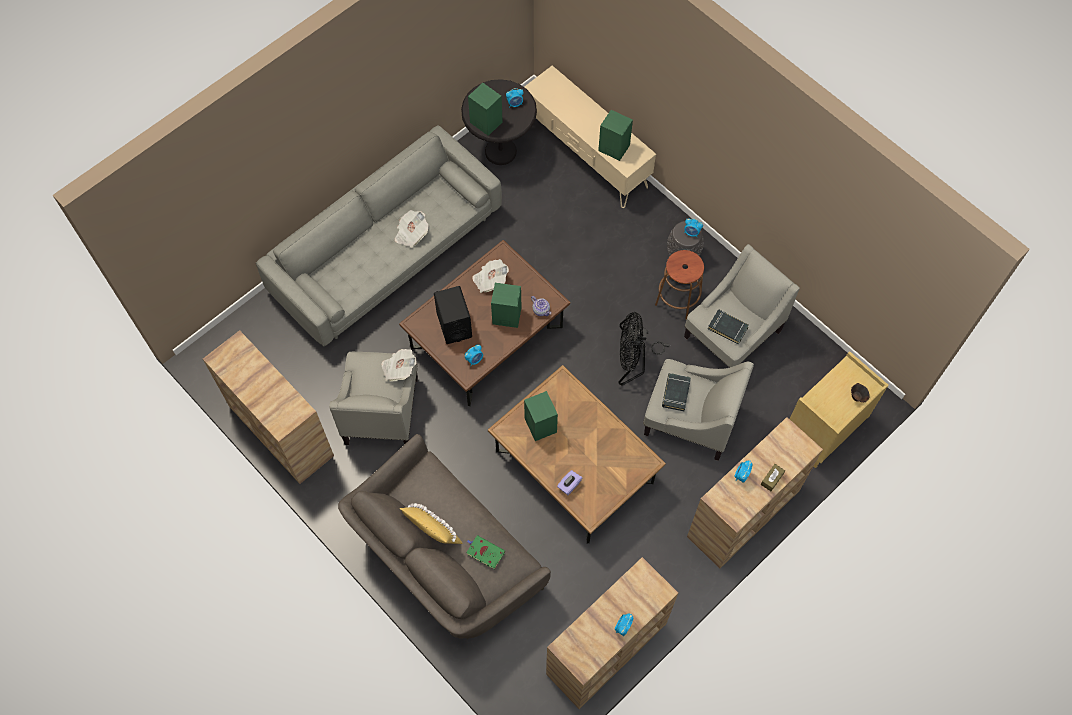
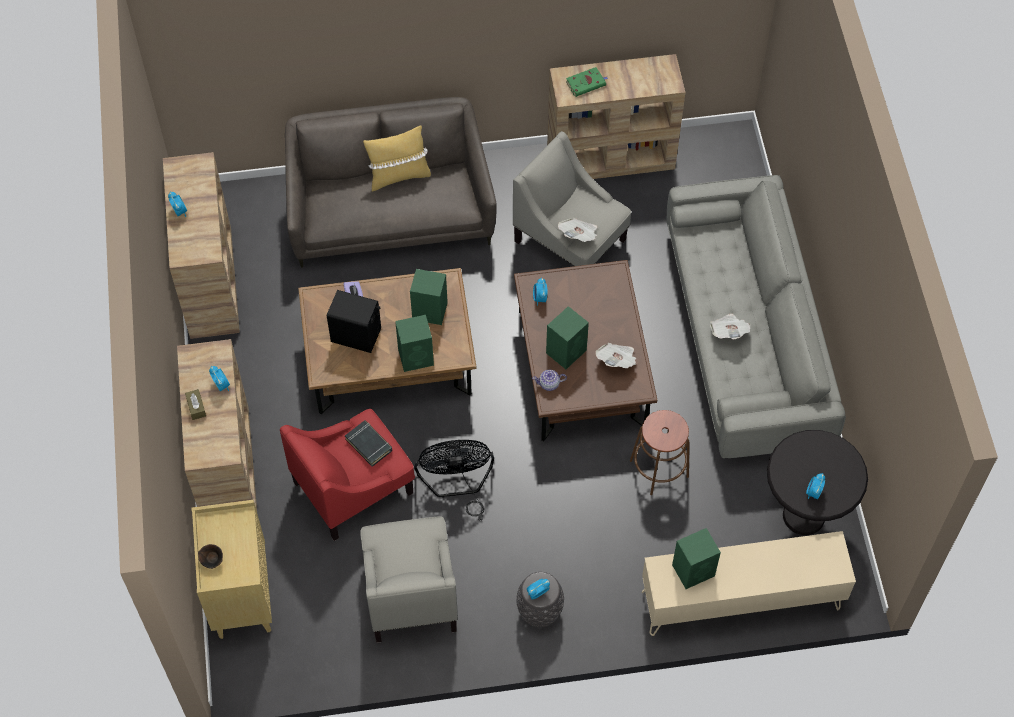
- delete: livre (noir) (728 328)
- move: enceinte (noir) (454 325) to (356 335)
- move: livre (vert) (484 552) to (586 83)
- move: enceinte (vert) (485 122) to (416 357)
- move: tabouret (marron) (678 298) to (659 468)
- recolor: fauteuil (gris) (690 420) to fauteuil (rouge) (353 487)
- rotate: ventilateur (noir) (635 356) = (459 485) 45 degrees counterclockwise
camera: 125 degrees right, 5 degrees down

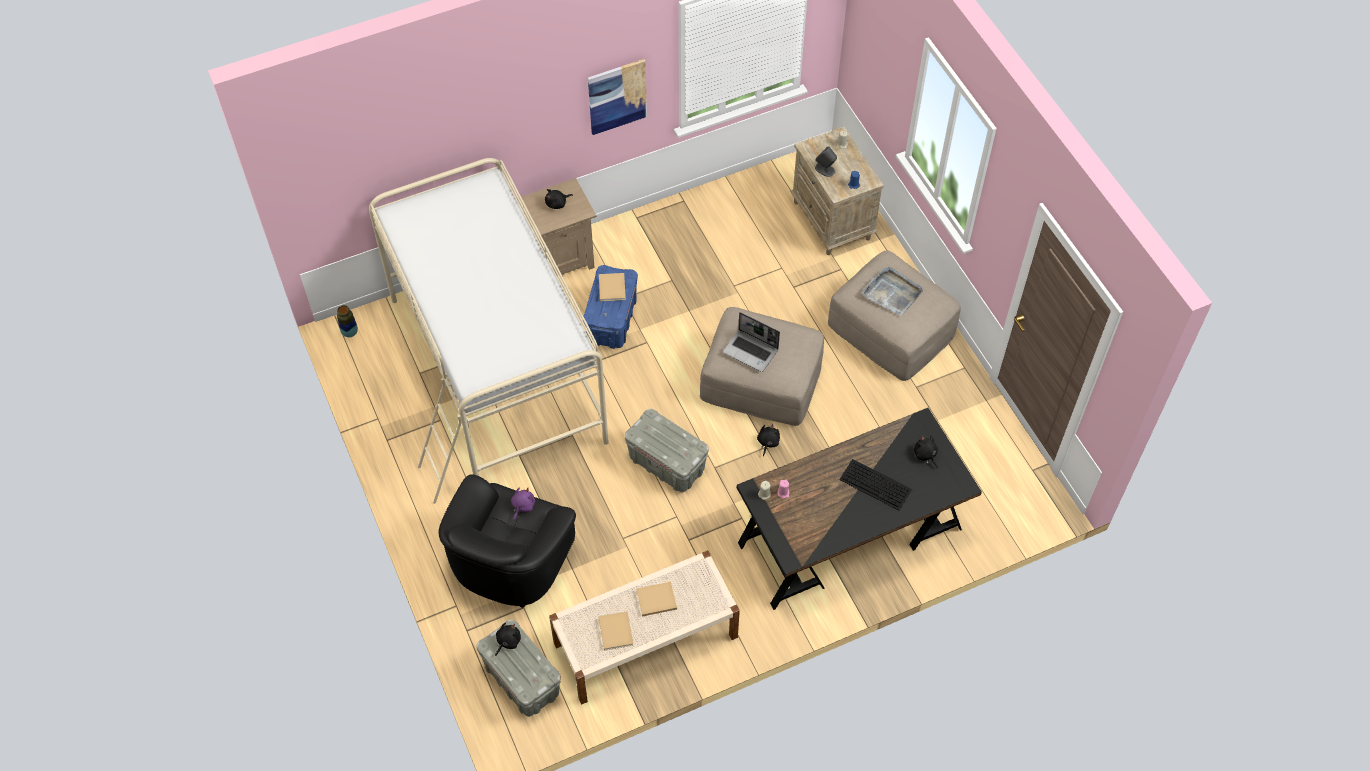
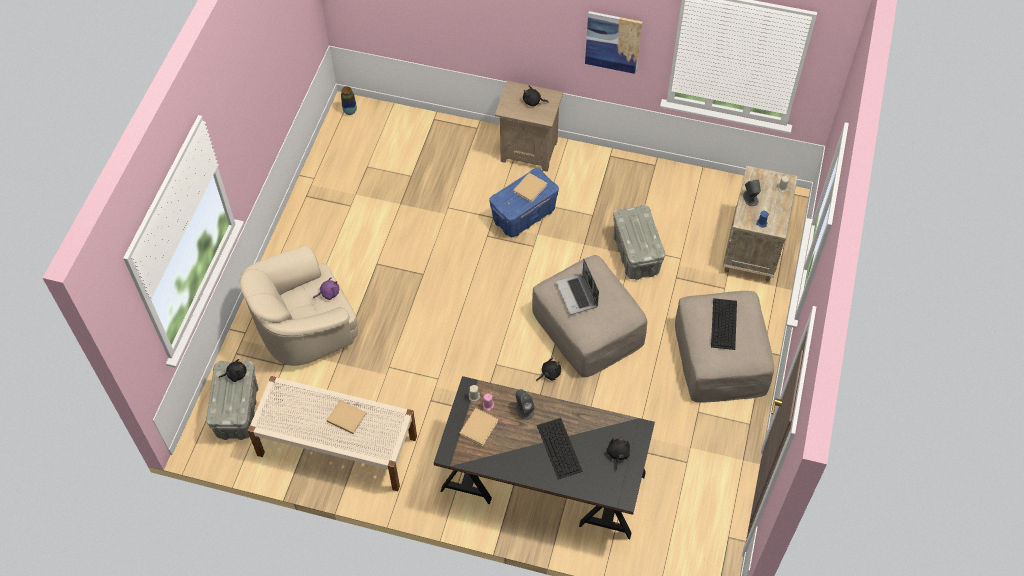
- delete: lit (beige) (495 373)
- insert: enceinte (gris) (524 410)
- move: livre (beige) (615 630) to (479 426)
- move: boîte de rangement (gris) (666 464) to (635 254)
- replace: plateau (gris) (892 292) to clavier (724 324)
- recolor: fauteuil (noir) (512 560) to fauteuil (beige) (306 329)
camera: 40 degrees right, 0 degrees up

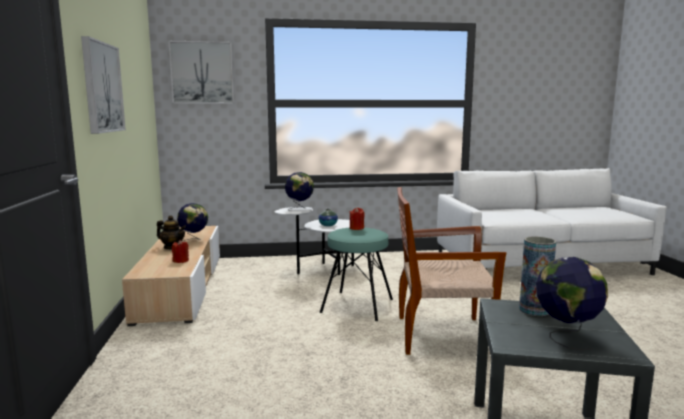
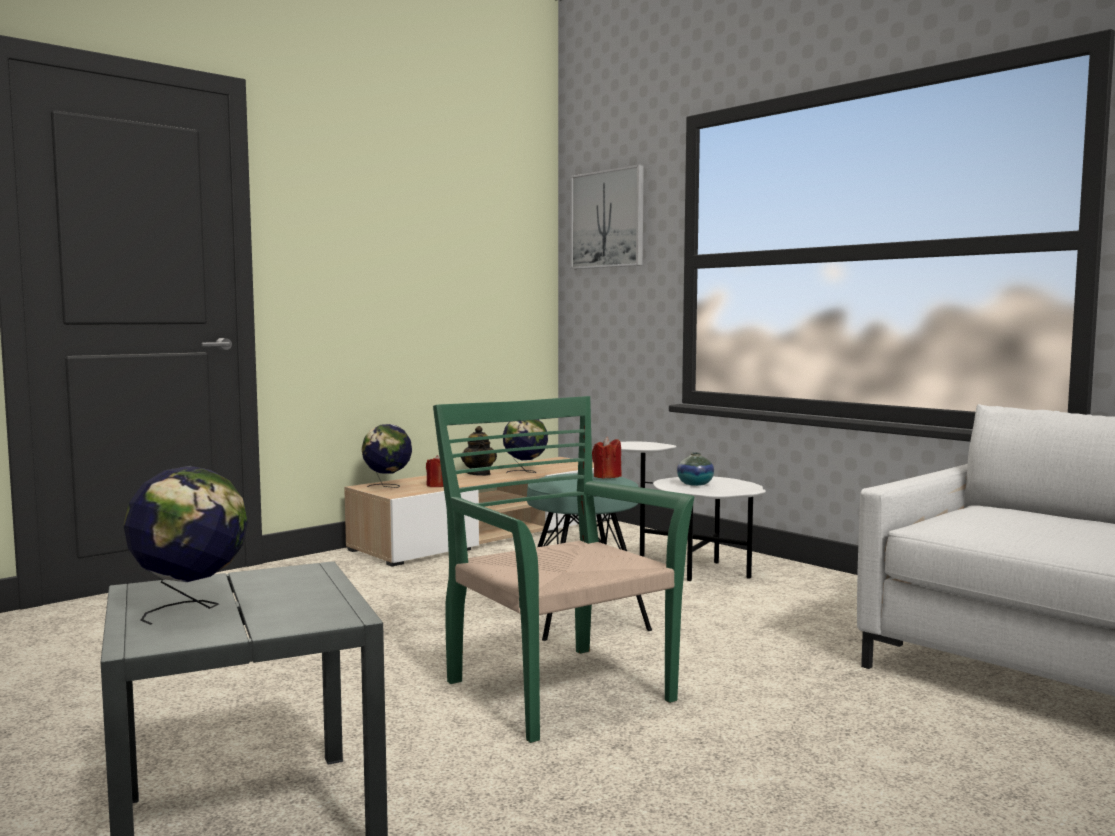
- delete: tableau (102 87)
- delete: vase (534 310)
- move: globe (299 208) to (387 487)
- recolor: fauteuil (marron) (441 335) to fauteuil (vert) (558 689)
camera: 55 degrees right, 5 degrees down

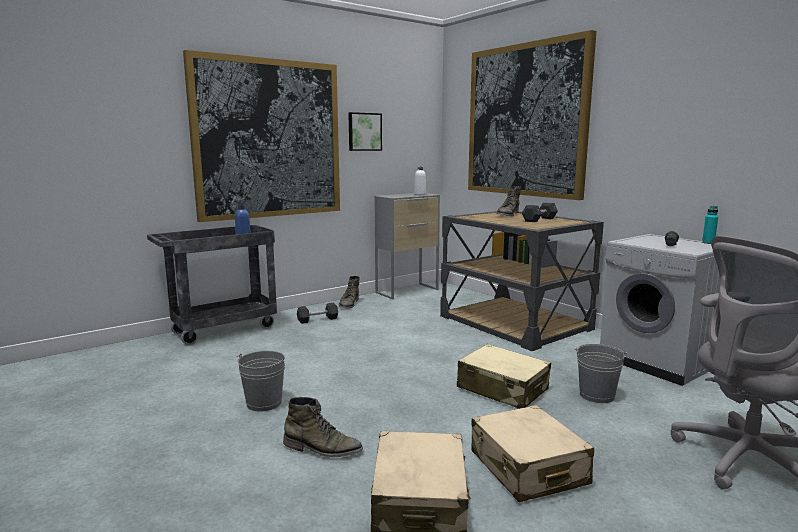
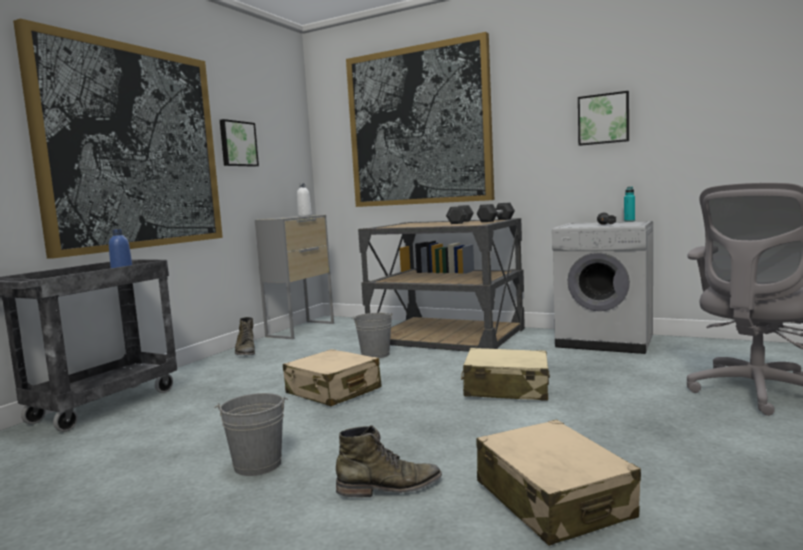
- delete: botte (vert) (507 214)
- insert: tableau (603 119)
- move: haltère (gris) (317 320) to (496 220)
- move: valise (beige) (527 468) to (333 391)
- move: seau (gris) (597 395) to (375 354)
camera: 25 degrees left, 5 degrees down

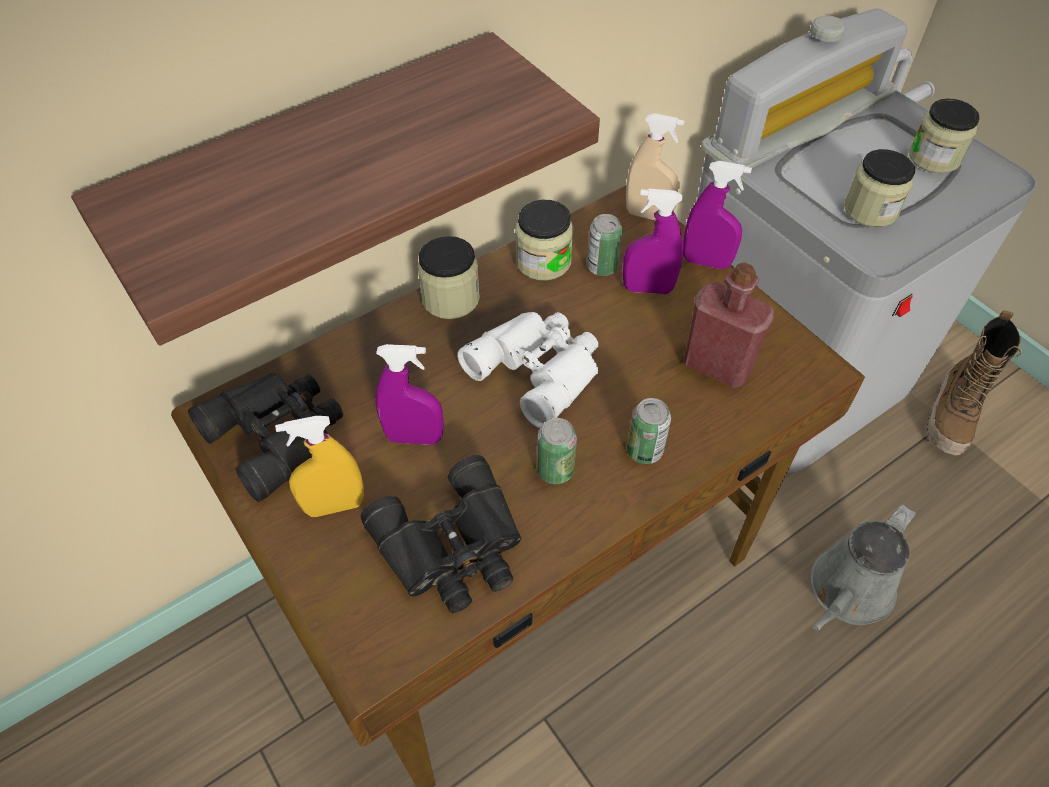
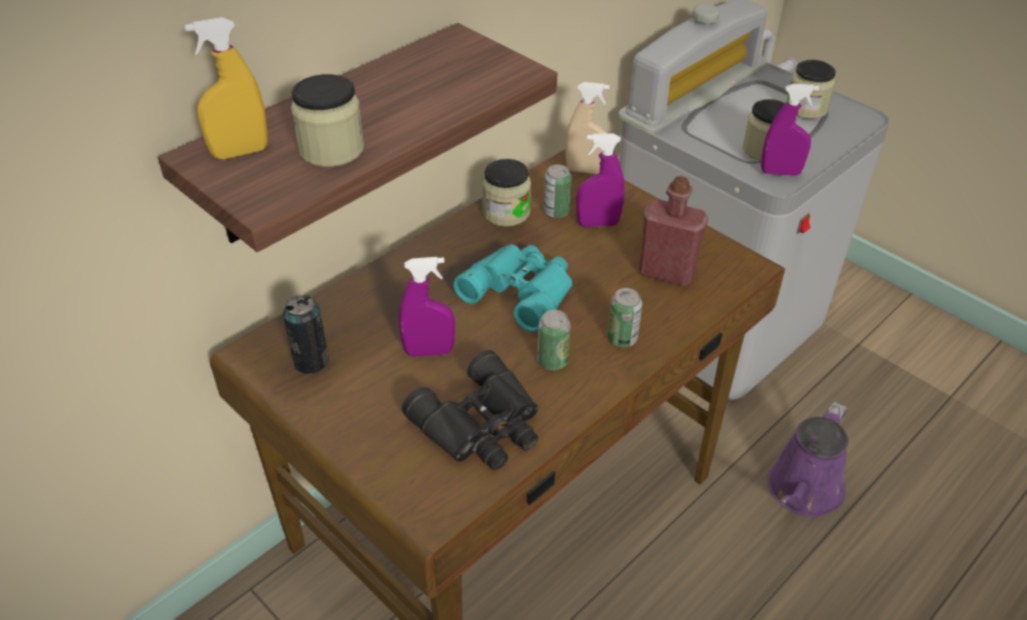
- delete: botte (952 416)
- move: vaporisateur (jaune) (334 506) to (240 152)
- move: bocal (450 298) to (331 149)
- move: vaporisateur (violet) (706 262) to (780 172)
- replace: jumelles (noir) (279 433) to boîte métallique (311 361)
- recolor: jumelles (blanc) (539 368) to jumelles (turquoise) (521 290)
- recolor: arrosoir (gris) (847 593) to arrosoir (violet) (802 492)
camera: 10 degrees left, 10 degrees down

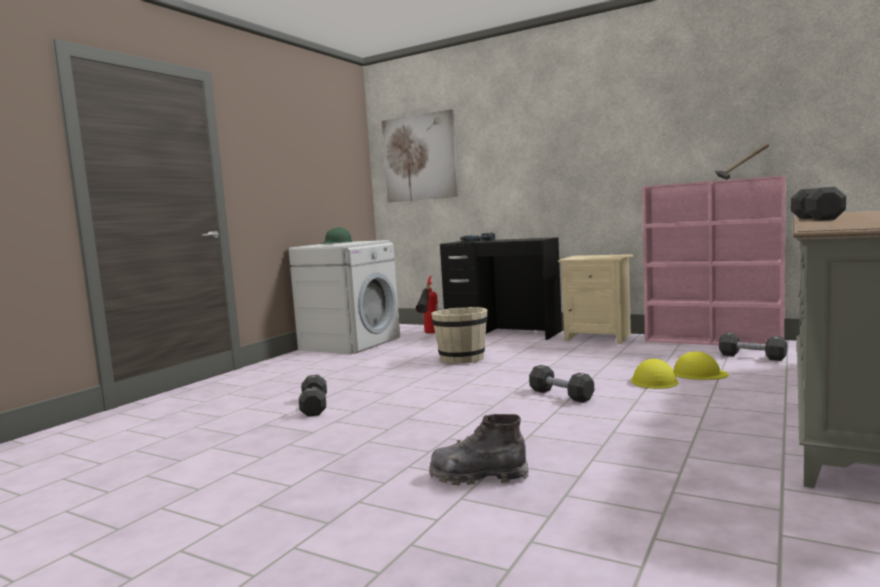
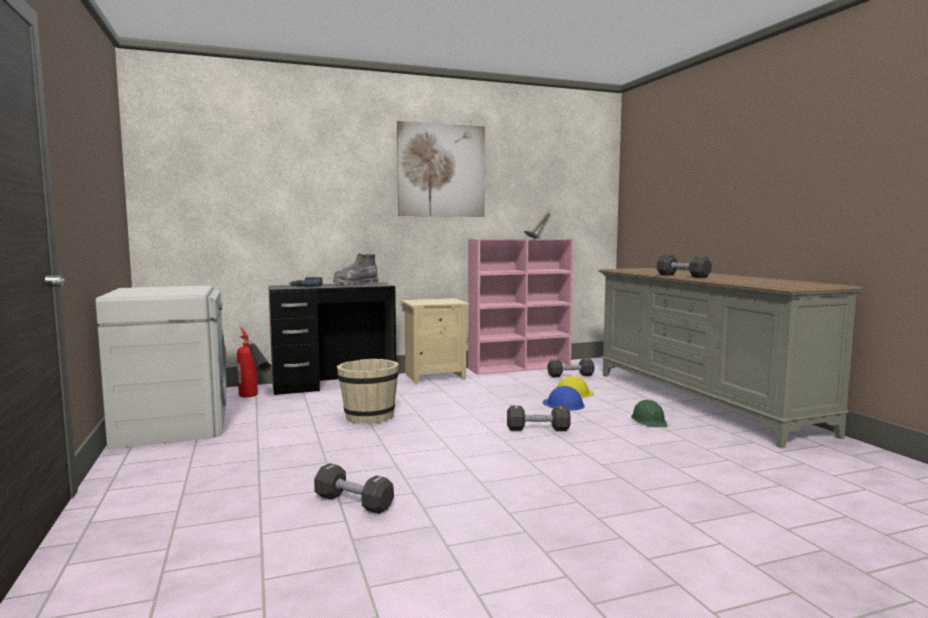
- move: casque de chantier (vert) (337 243) to (649 421)
- move: tableau (419 157) to (441 170)
- move: botte (gris) (478 476) to (355 284)
- recolor: casque de chantier (jaune) (654 381) to casque de chantier (bleu) (563 404)
camera: 50 degrees left, 0 degrees up

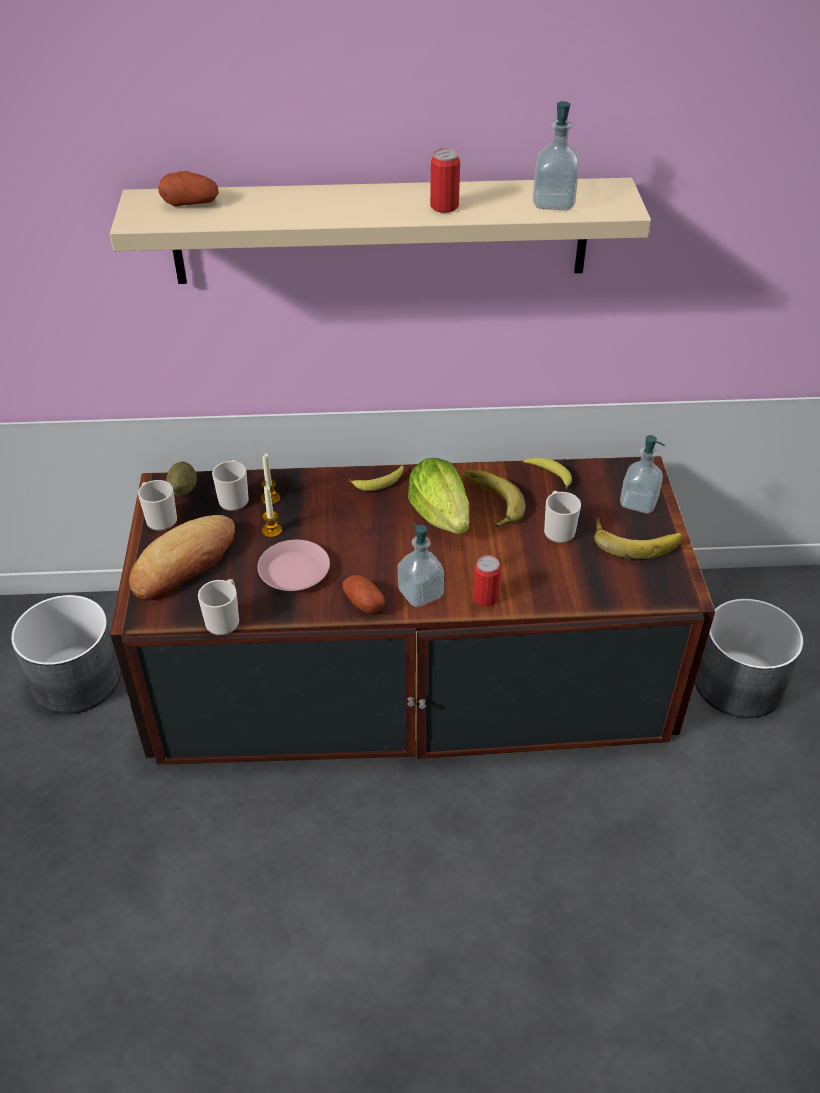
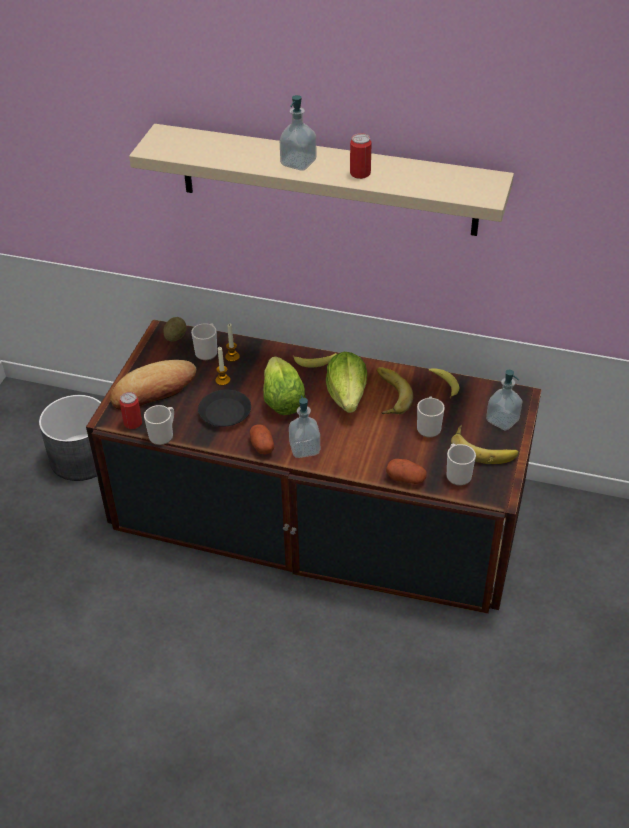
- delete: cache-pot (gris) (738 684)
- insert: laitue (282 401)
- move: mug (159 518) to (457 474)
- move: pomme de terre (191 203) to (406 478)
- move: boîte métallique (485 598) to (133 423)
- move: distributeur de savon (553 202) to (298 163)
- recolor: assiette (rose) (294 571) to assiette (noir) (224 412)
camera: 20 degrees right, 0 degrees up

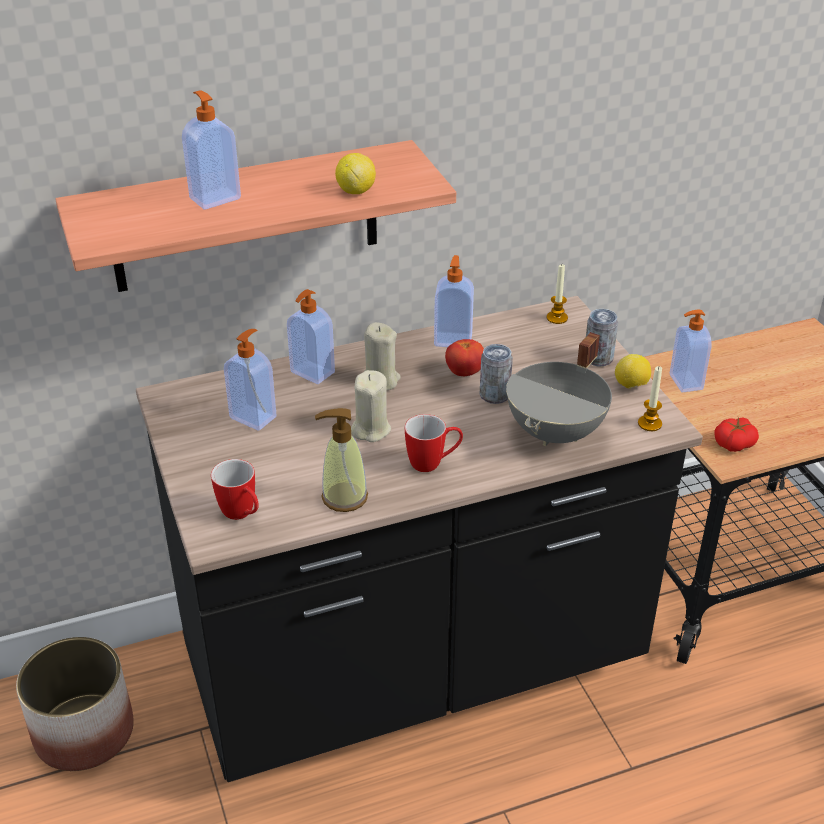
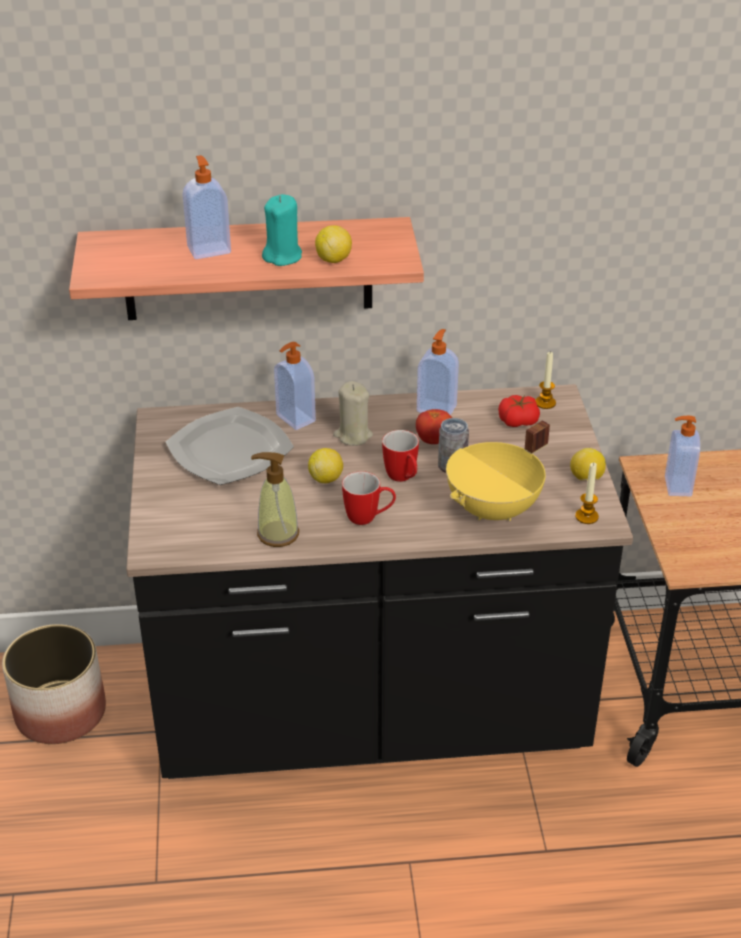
- delete: boîte métallique (598 359)
- insert: bougie (turquoise) (283 256)
- move: mug (242 515) to (403 478)
- move: tomate (734 443) to (518 420)
- replace: distributeur de savon (254 417) to assiette (228 450)
- replace: bougie (beige) (371 429) to citron (326 478)
- recolor: marmite (gris) (557 433) to marmite (jaune) (495 510)
camera: 15 degrees right, 0 degrees up

